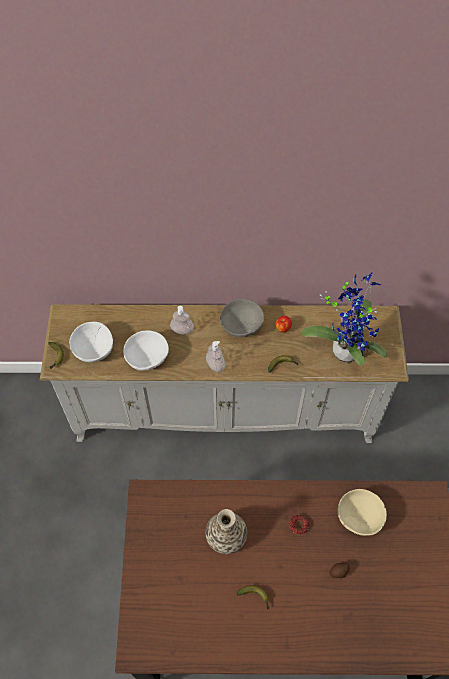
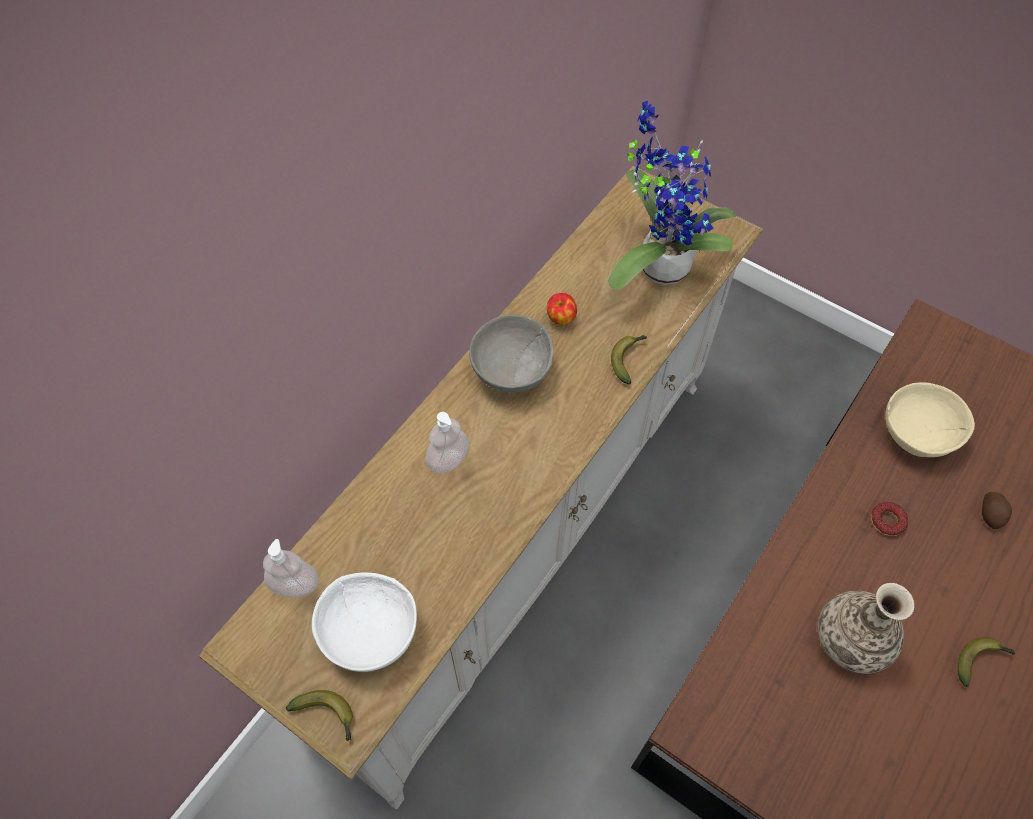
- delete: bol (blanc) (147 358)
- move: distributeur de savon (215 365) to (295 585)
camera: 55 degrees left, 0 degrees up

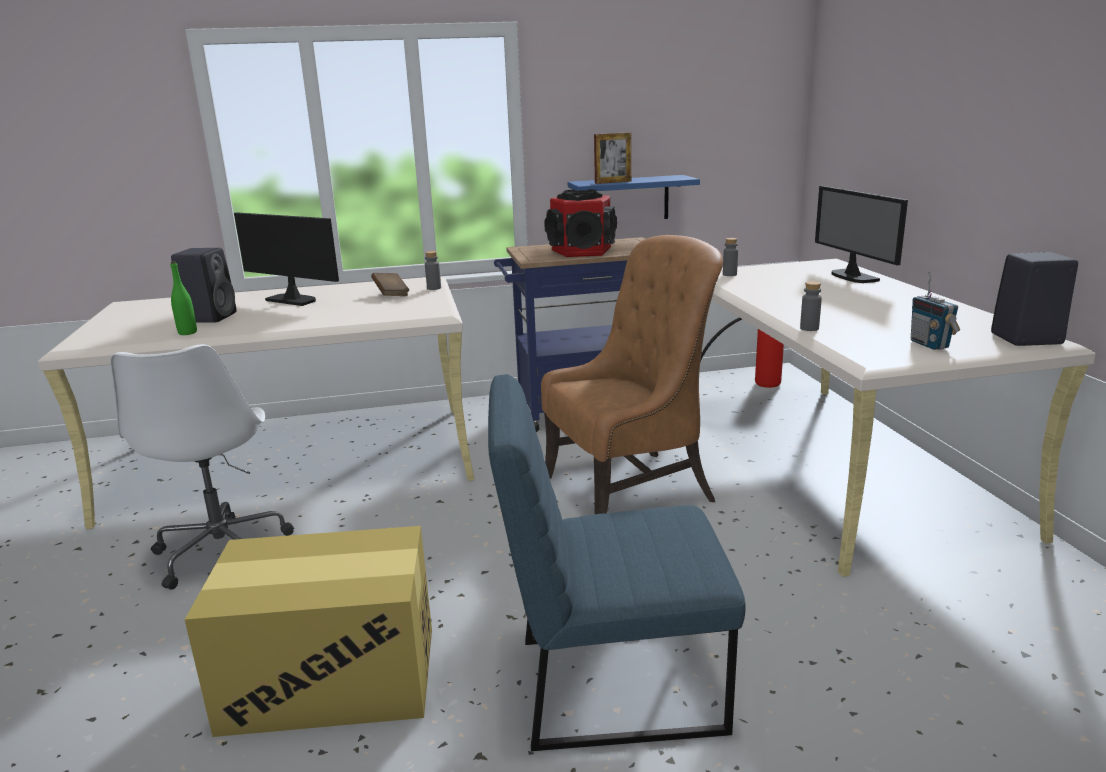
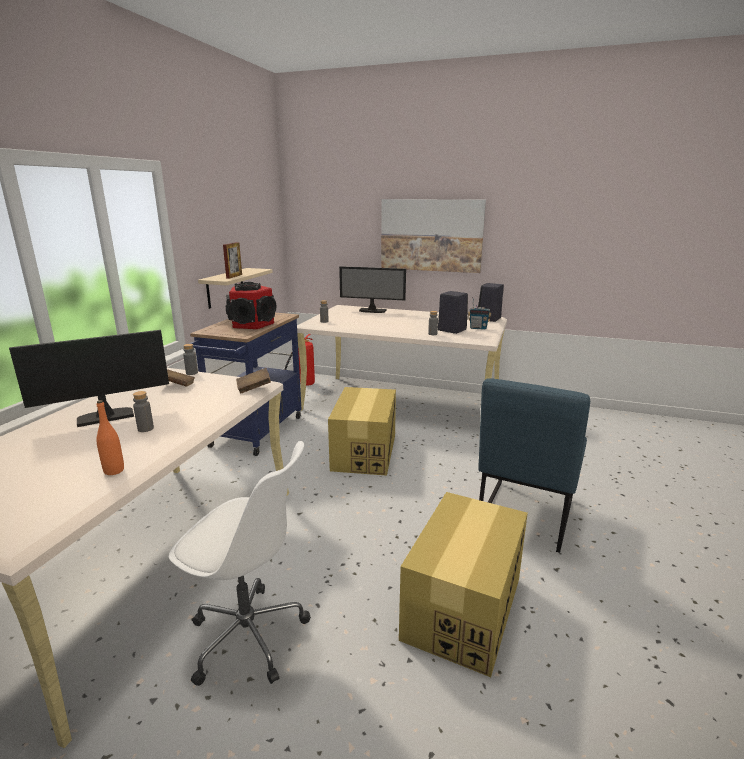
- insert: bouteille (gris) (145 429)
- insert: livre (marron) (254 388)
- insert: tableau (431 235)
- move: enceinte (noir) (211 317) to (451 330)
- replace: chaise (marron) (630 488) to carton (364 452)
- recolor: bouteille (vert) (187 333) to bouteille (orange) (114 471)
- recolor: étagère (bleu) (626 200) to étagère (beige) (225 288)
camera: 60 degrees left, 0 degrees up

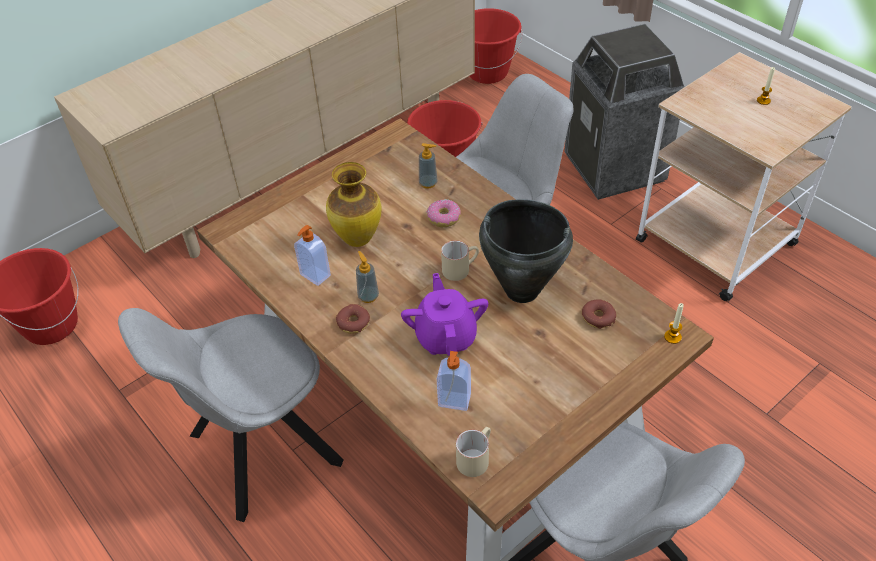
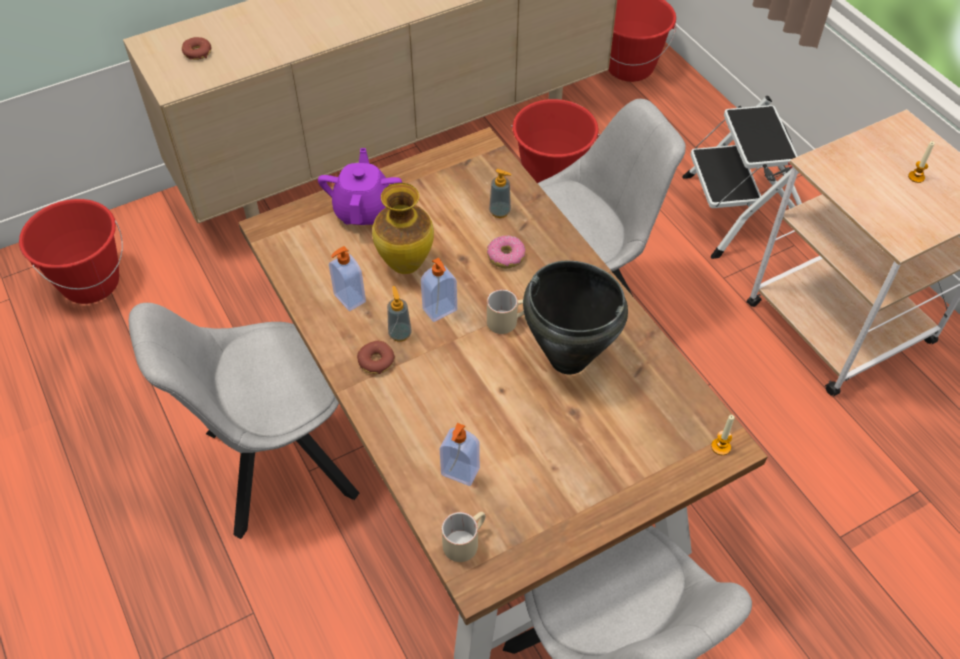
- insert: distributeur de savon (440 310)
- move: théière (violet) (446 336) to (363 210)
- move: beignet (598 317) to (197 53)
- replace: poubelle (615 168) to escabeau (746 211)
camera: 10 degrees right, 5 degrees up

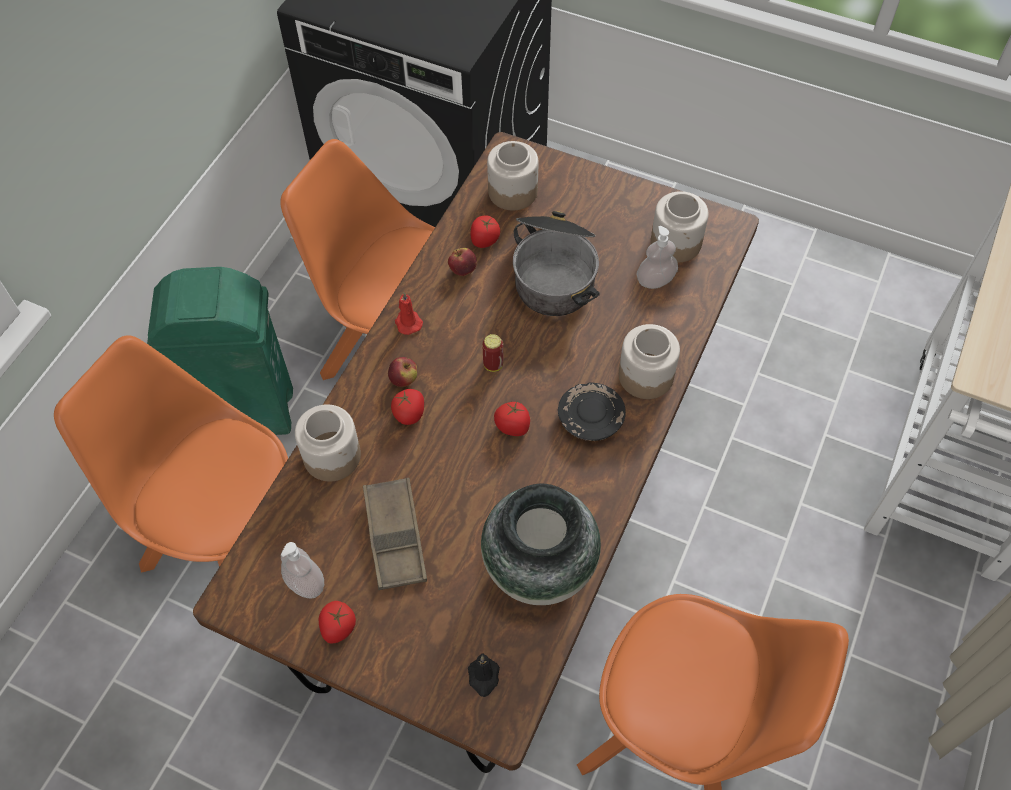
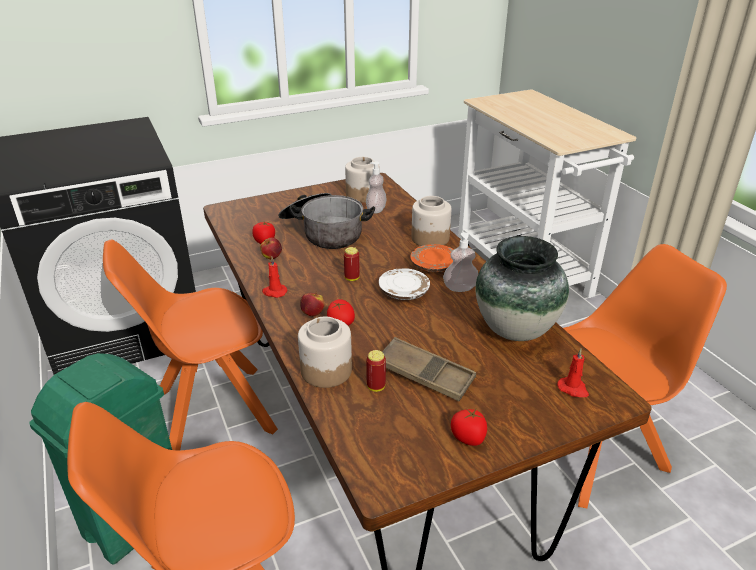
- delete: bocal (512 191)
- insert: boîte métallique (376 387)
- move: distributeur de savon (305 583) to (460 288)
- replace: tomate (513 426) to assiette (blanc) (404 292)
- recolor: bougie (noir) (483 677) to bougie (rouge) (573 389)
- recolor: assiette (noir) (590 418) to assiette (orange) (433 266)
camera: 50 degrees left, 25 degrees down

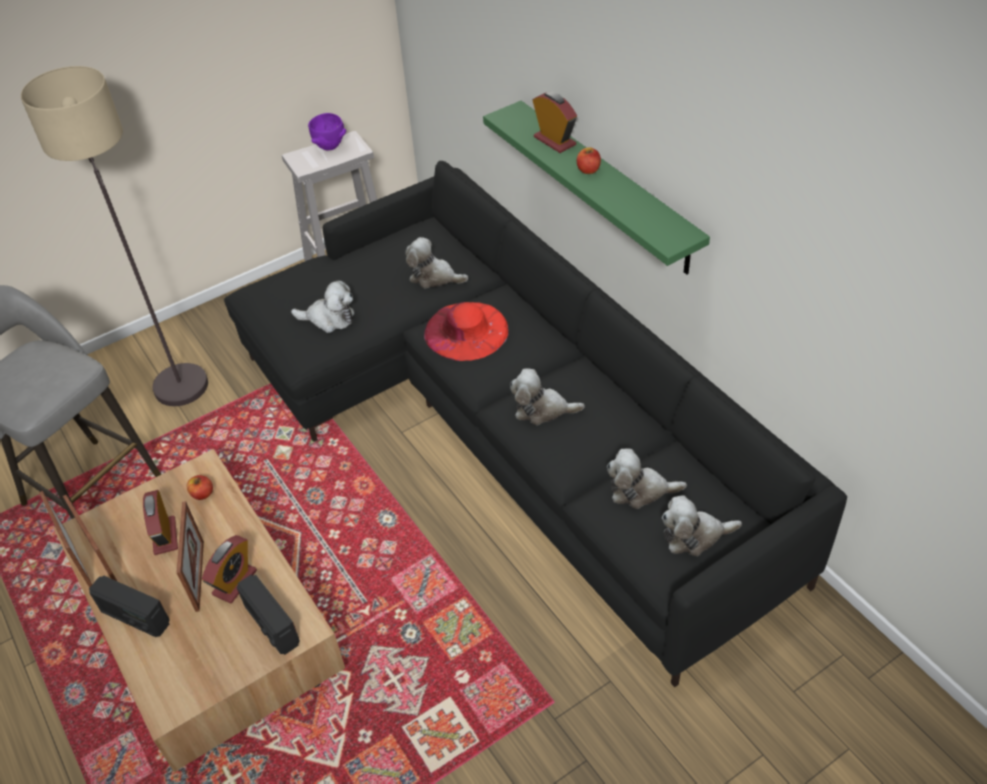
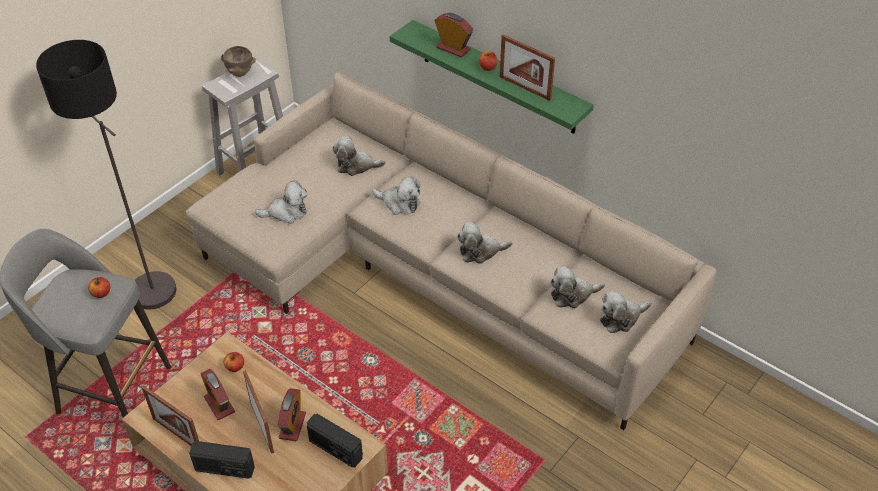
- insert: pomme (101 293)
- move: cadre photo (77 558) to (524 88)
- replace: chapeau (rouge) (466 331) to peluche (399 203)
- recolor: lampadaire (beige) (176 376) to lampadaire (noir) (145 284)
- recolor: canapé (noir) (508 425) to canapé (beige) (436 272)
- recolor: bol (violet) (329 147) to bol (marron) (239 73)
camera: 20 degrees left, 0 degrees up

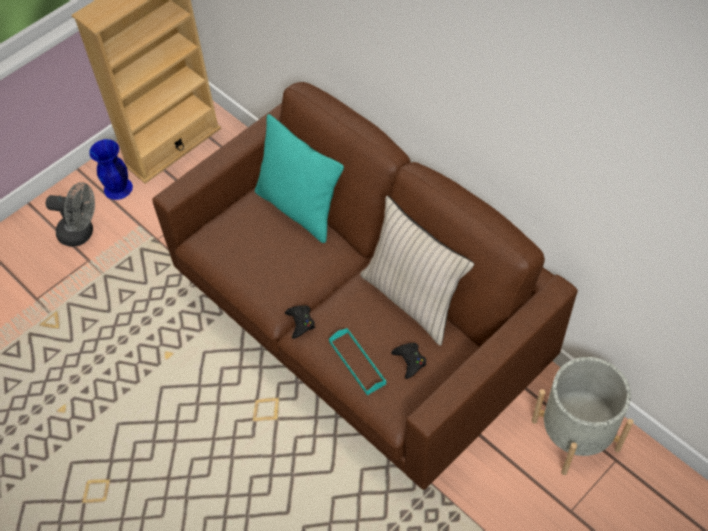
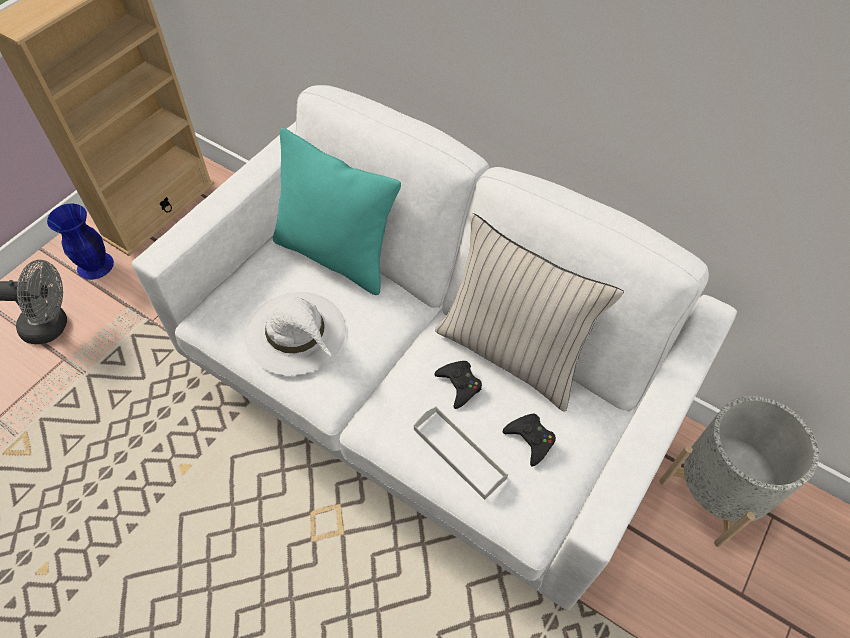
- insert: chapeau (blanc) (297 333)
- move: manette (noir) (300 322) to (459 385)
- recolor: canapé (marron) (359 329) to canapé (blanc) (424 398)
- recolor: plateau (turquoise) (357 362) to plateau (gris) (459 453)
camera: 15 degrees left, 0 degrees up

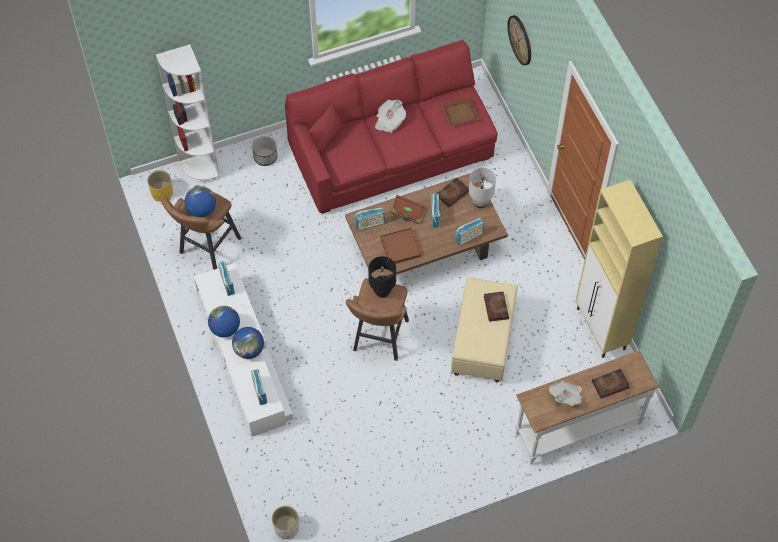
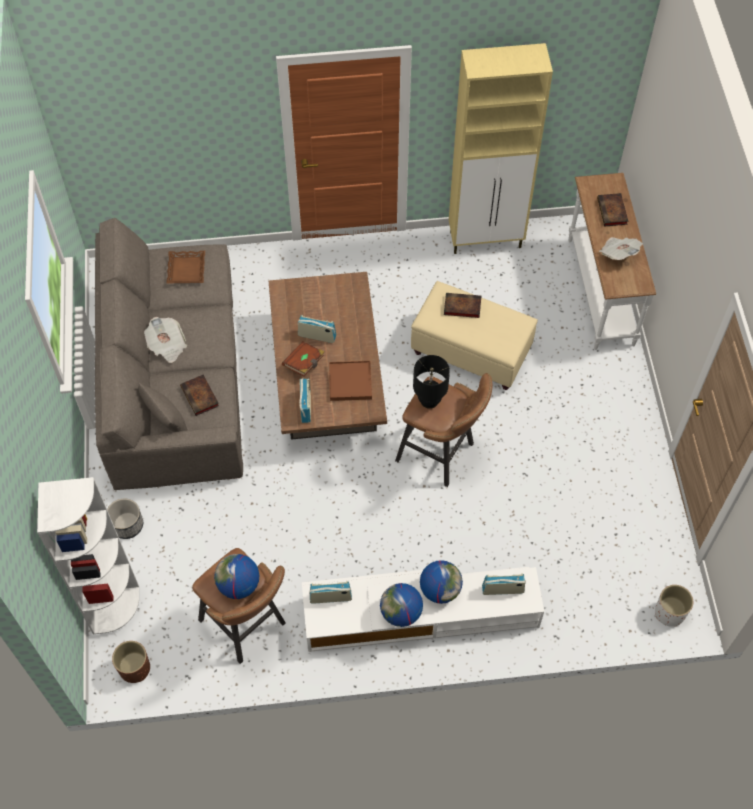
- delete: radio (469 236)
- delete: lampe de table (blanc) (480 202)
- delete: horloge murale (520 40)
- move: livre (452 194) to (200 397)
- recolor: cache-pot (jaune) (162 193) to cache-pot (marron) (134 668)
- recolor: canapé (rouge) (391 151) to canapé (gris) (176 380)
camera: 75 degrees left, 0 degrees up

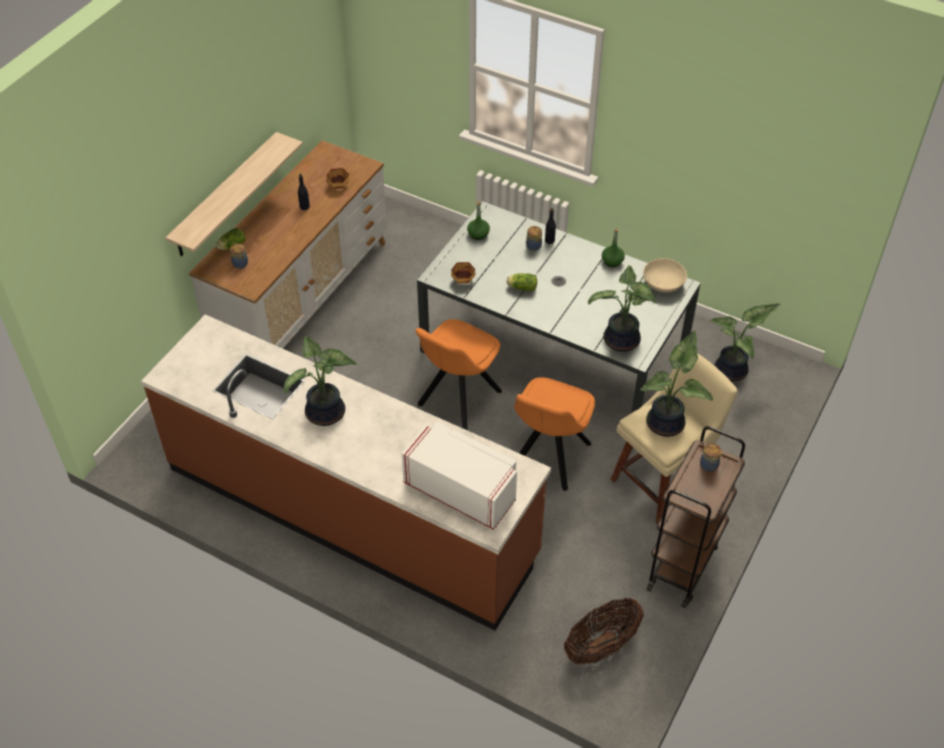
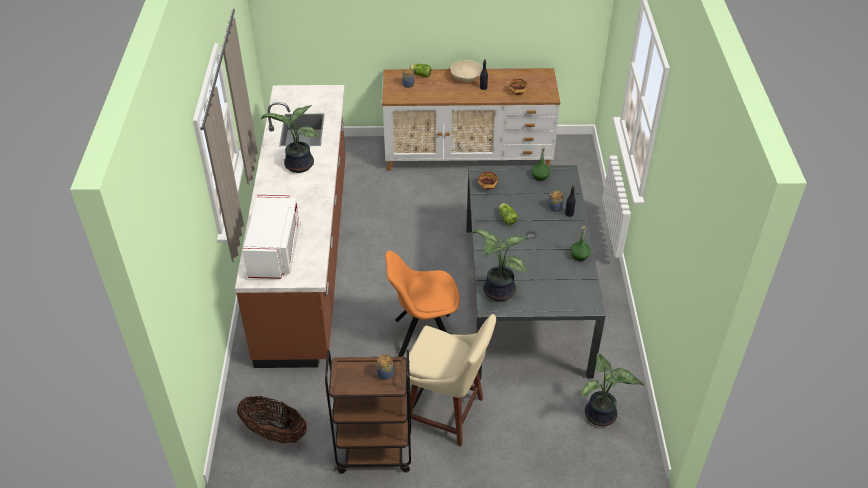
- delete: étagère (225 195)
- delete: chaise (orange) (458 398)
- delete: plante en pot (667 423)
- move: bol (beige) (663 283) to (466 77)
camera: 60 degrees right, 5 degrees down

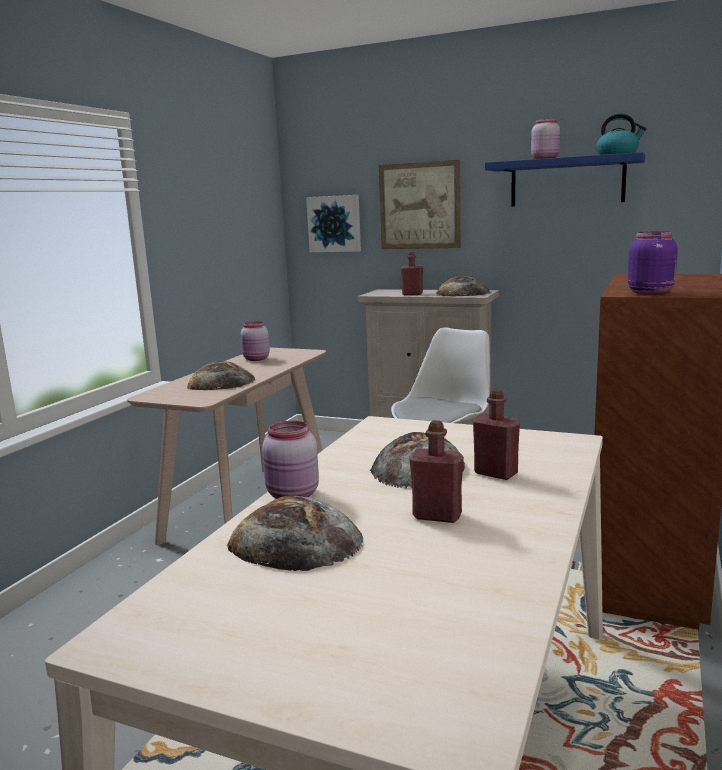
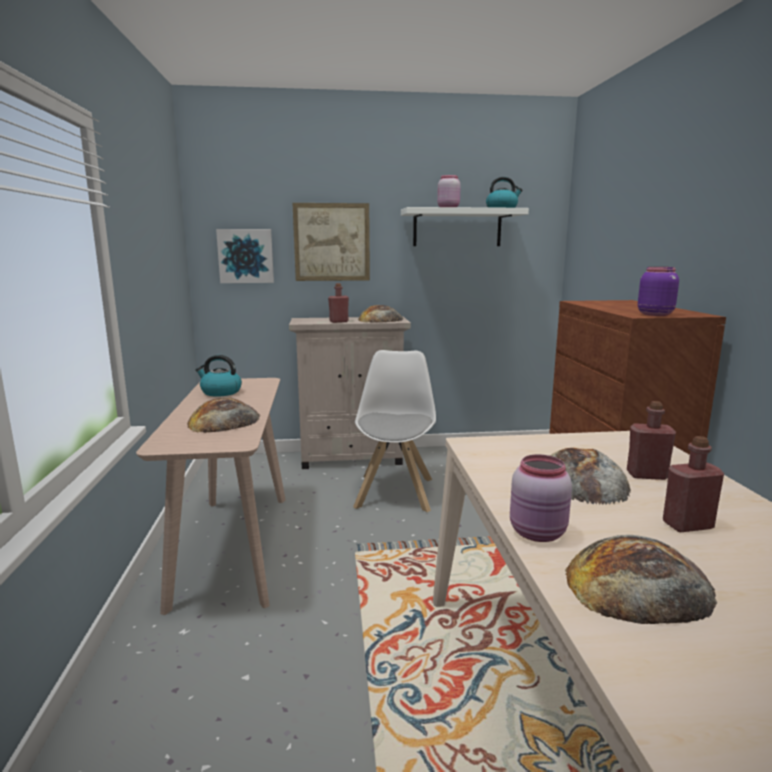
- replace: bocal (rose) (256 359) to bouilloire (220 392)
- recolor: étagère (bleu) (567 182) to étagère (blanc) (457 228)
camera: 30 degrees left, 0 degrees up

